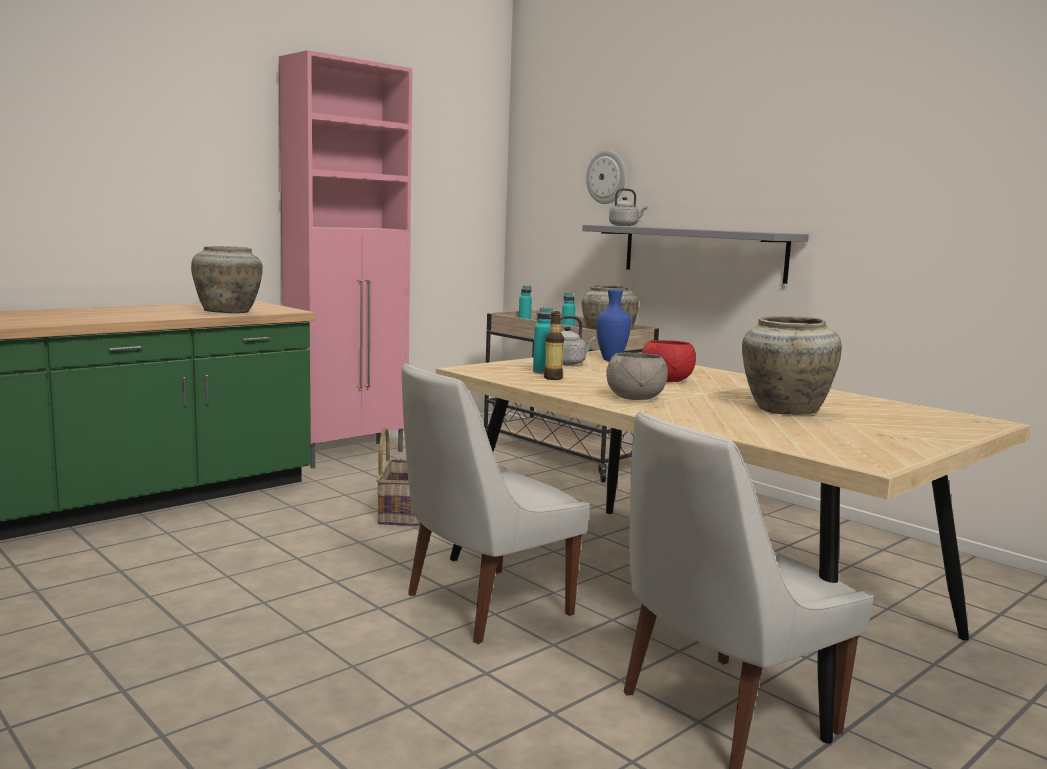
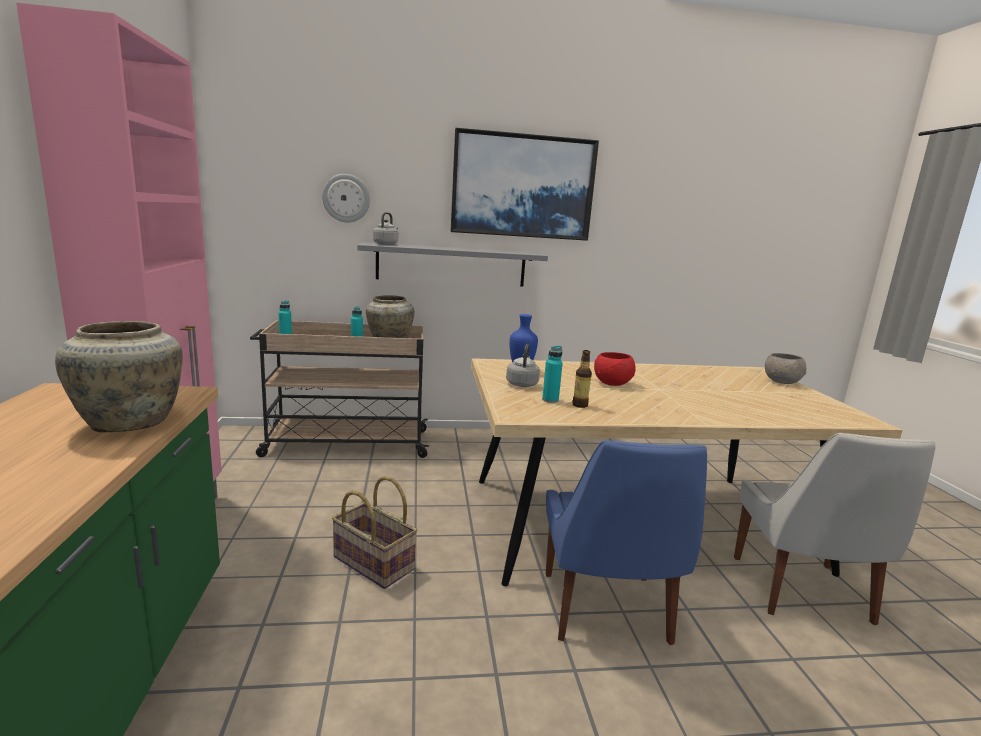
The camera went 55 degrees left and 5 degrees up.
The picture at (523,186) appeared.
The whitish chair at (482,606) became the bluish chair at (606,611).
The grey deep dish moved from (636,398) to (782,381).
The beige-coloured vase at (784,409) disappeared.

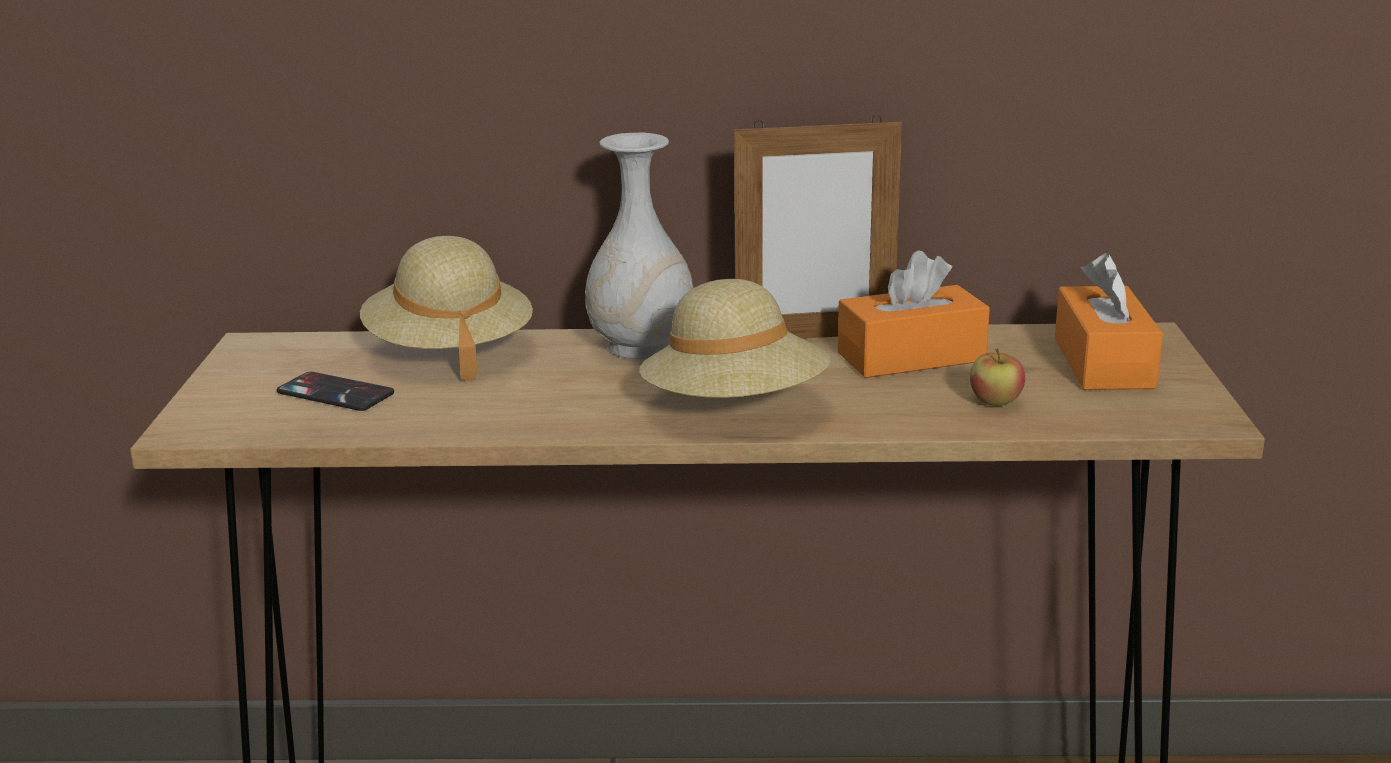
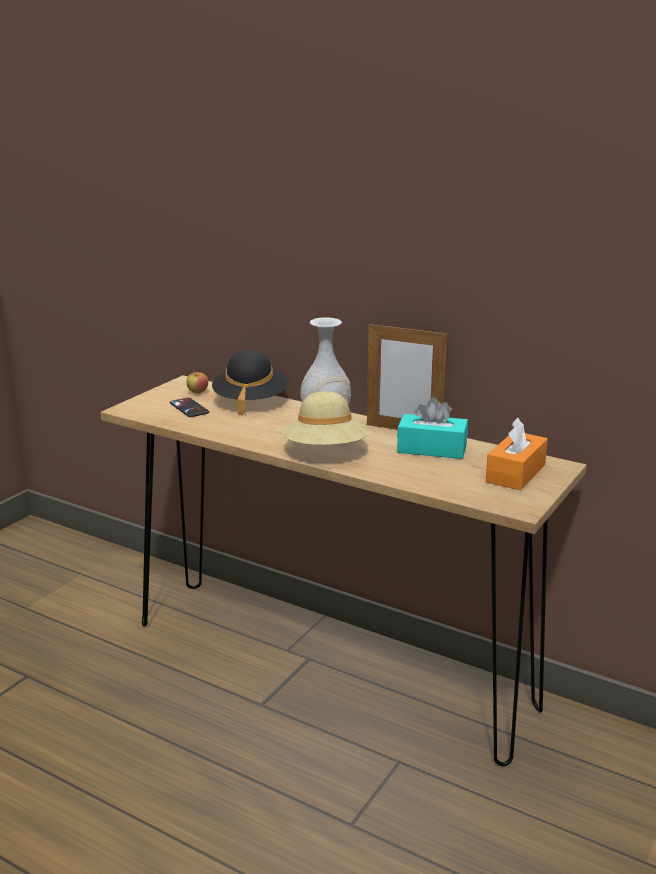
The camera went 30 degrees right and 0 degrees up.
The apple fruit moved from (995,402) to (198,392).
The beige-coloured clothing hat at (449,351) became the blackish clothing hat at (250,401).
The orangey tissue holder at (911,357) became the turquoise-coloured tissue holder at (432,449).

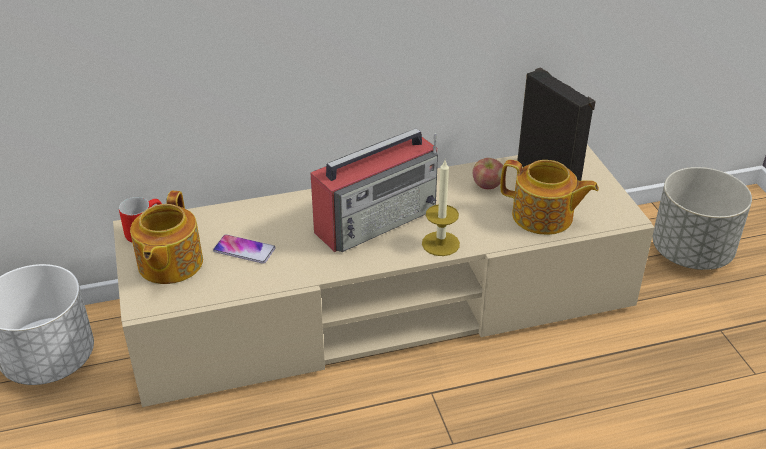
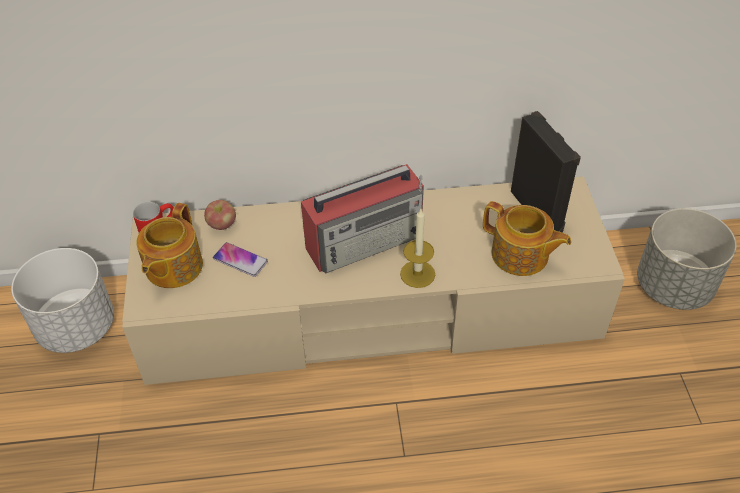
The camera went 10 degrees right and 10 degrees up.
The apple fruit moved from (487,185) to (222,225).

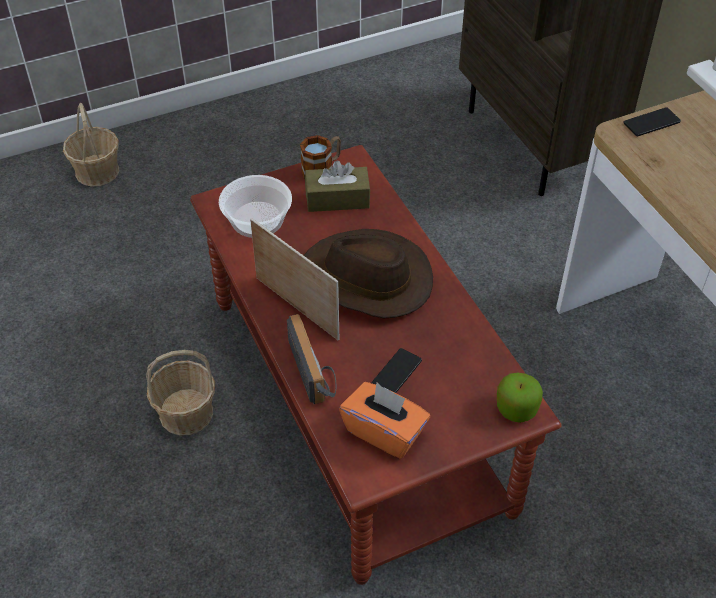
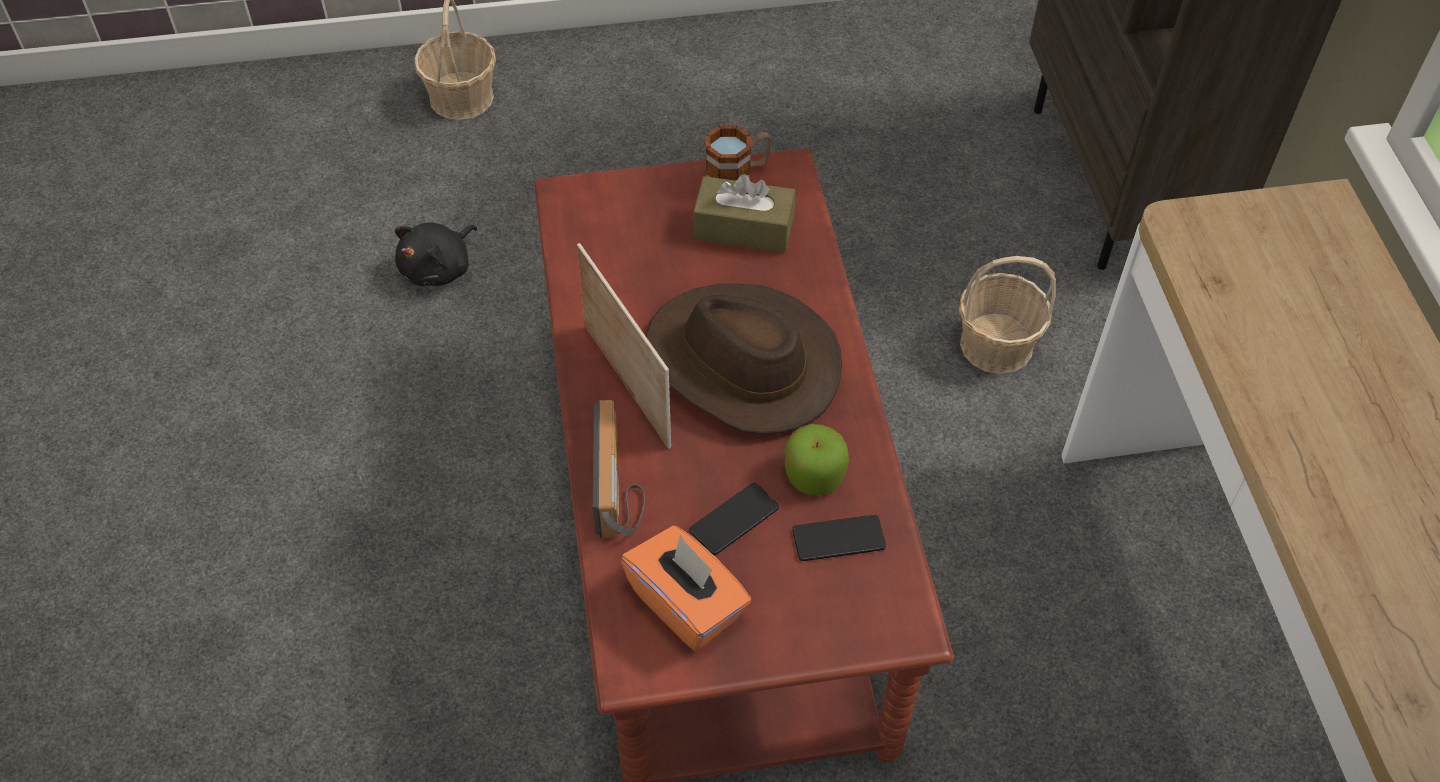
The camera went 15 degrees right and 5 degrees up.
The blackish soft toy at (439,268) appeared.
The apple fruit moved from (516,408) to (814,475).
The phone moved from (651,123) to (838,539).
The household basket moved from (185,412) to (995,344).
The deep dish at (257,219) disappeared.

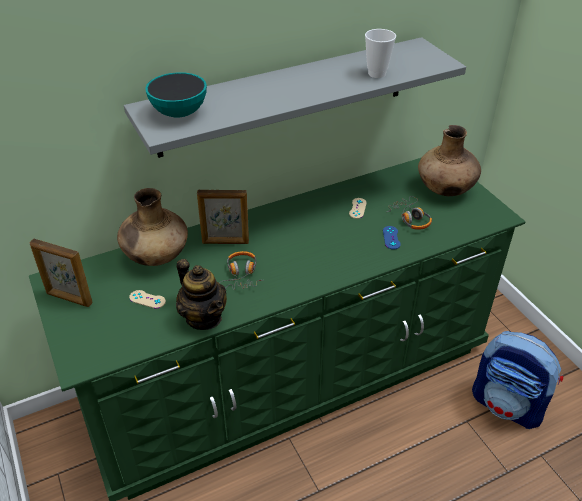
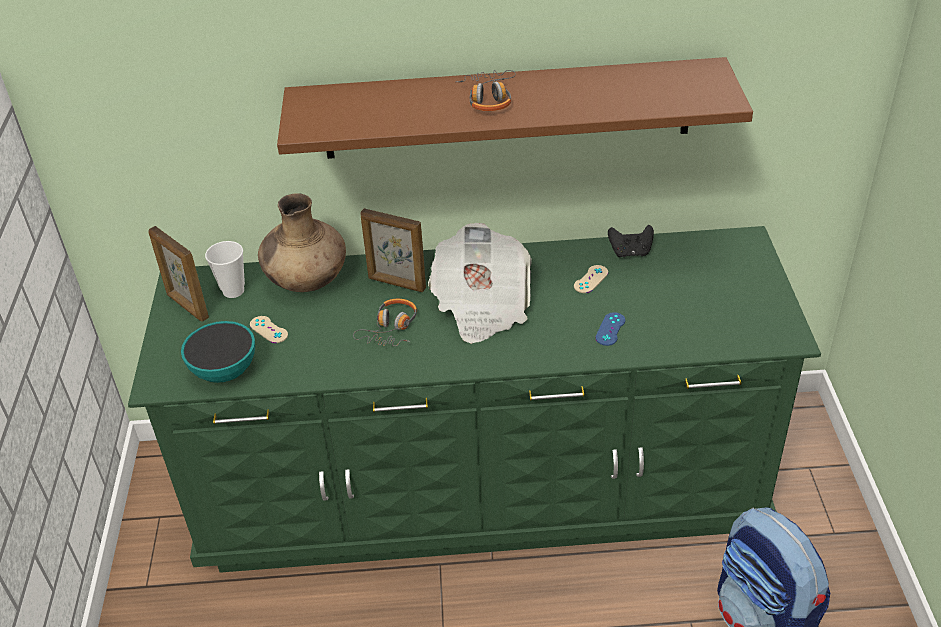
The camera went 25 degrees right and 0 degrees up.
The deep dish moved from (179,113) to (225,371).
The cup moved from (377,74) to (233,291).
The grey shelf at (285,96) became the brownish shelf at (507,109).
The daily paper at (481,306) appeared.
The pair of headphones moved from (410,218) to (489,98).
The blackish joypad at (630,252) appeared.
The teapot at (204,317) disappeared.
The brownish vase at (445,189) disappeared.

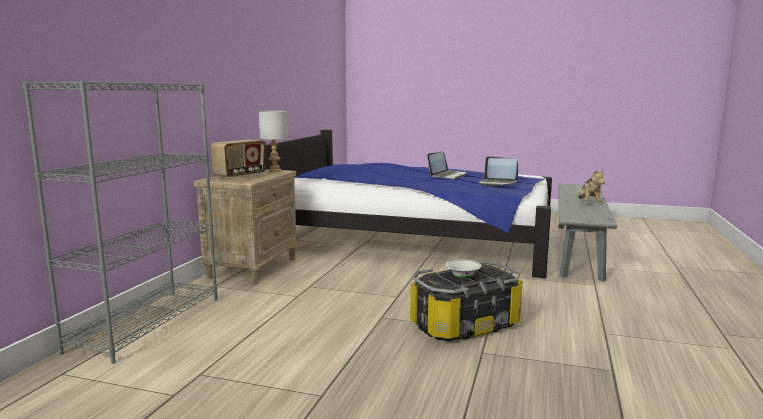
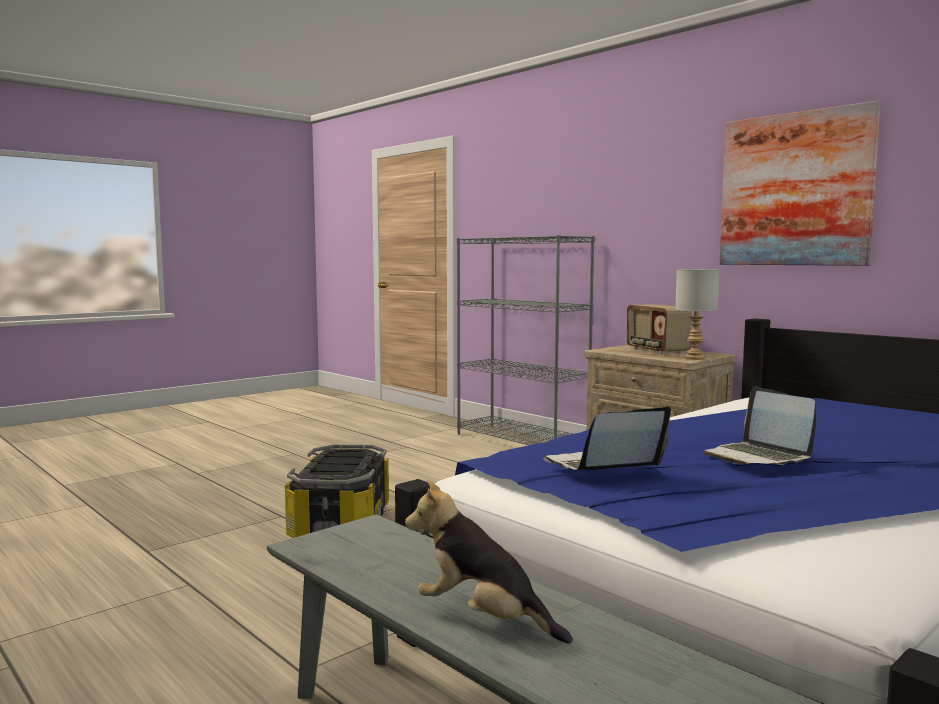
The camera went 120 degrees right and 5 degrees down.
The picture at (795,189) appeared.
The whitish deep dish at (463,278) disappeared.

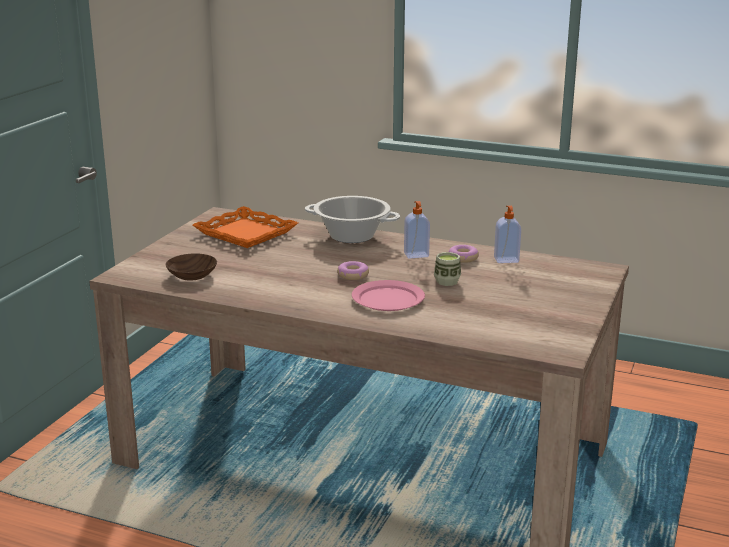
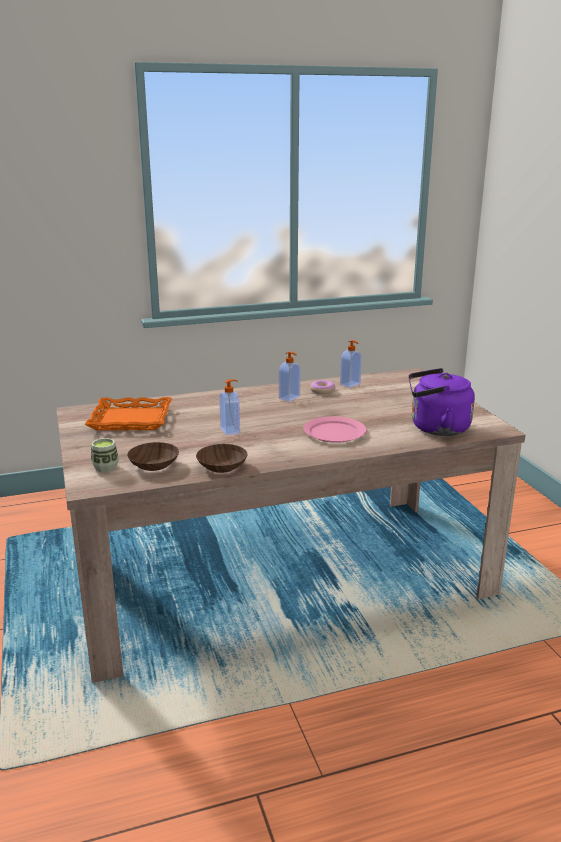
The camera went 40 degrees left and 0 degrees up.
The cup moved from (447,281) to (105,467).
The brownish deep dish at (221,466) appeared.
The liquid soap bottle at (231,430) appeared.
The purple water kettle at (436,428) appeared.
The stockpot at (352,236) disappeared.
The donut at (353,275) disappeared.

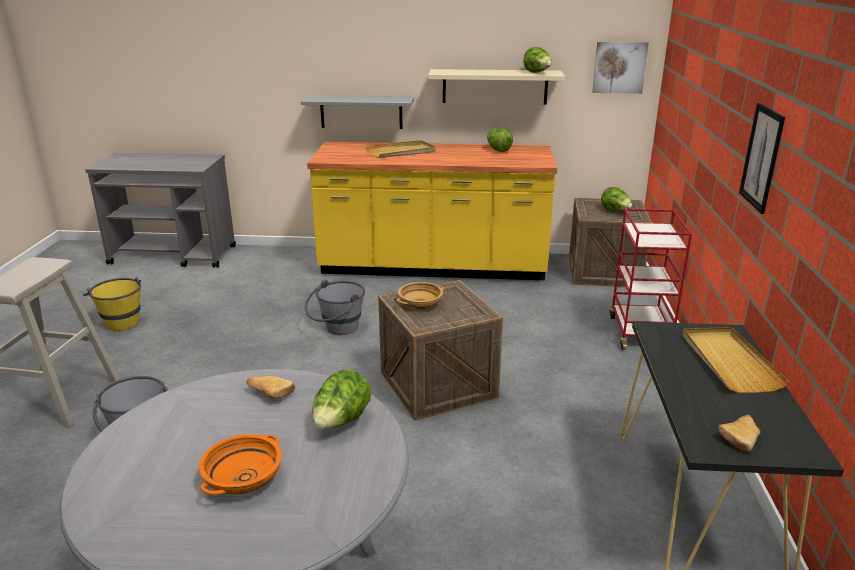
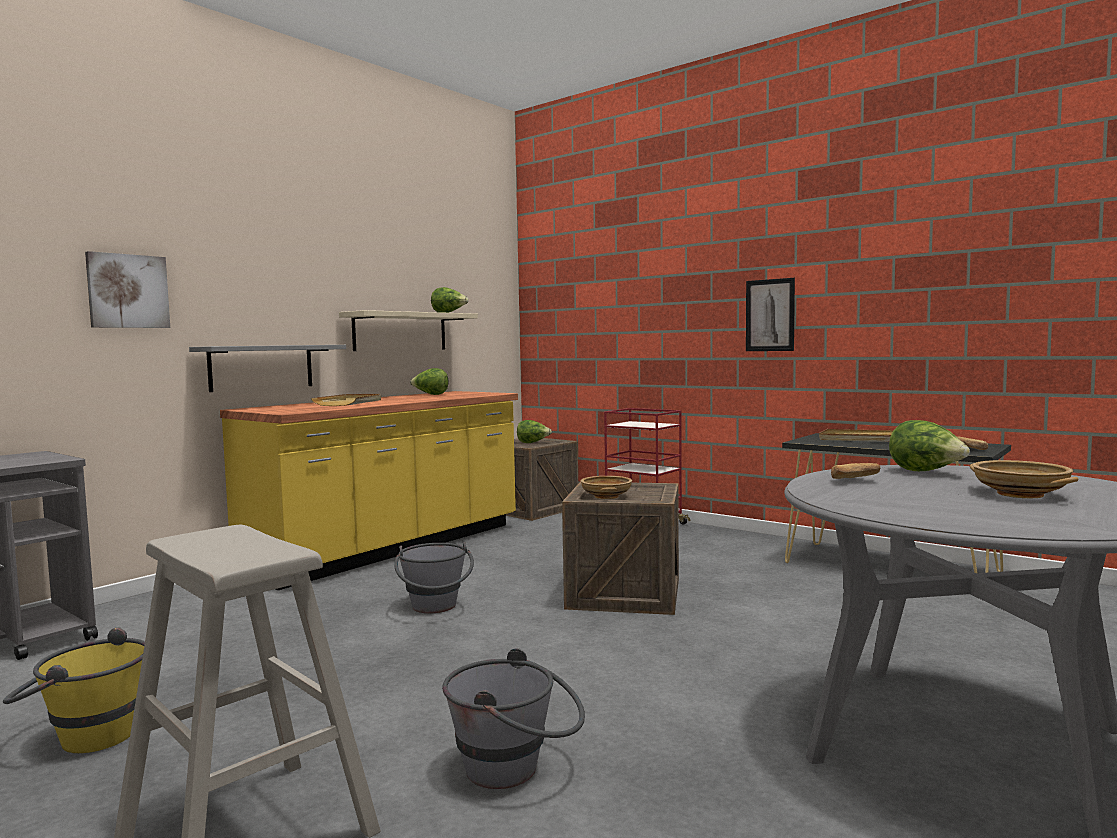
The camera went 55 degrees left and 20 degrees down.
The picture moved from (619,67) to (128,291).
The orangey deep dish at (243,479) became the beige-coloured deep dish at (1019,494).

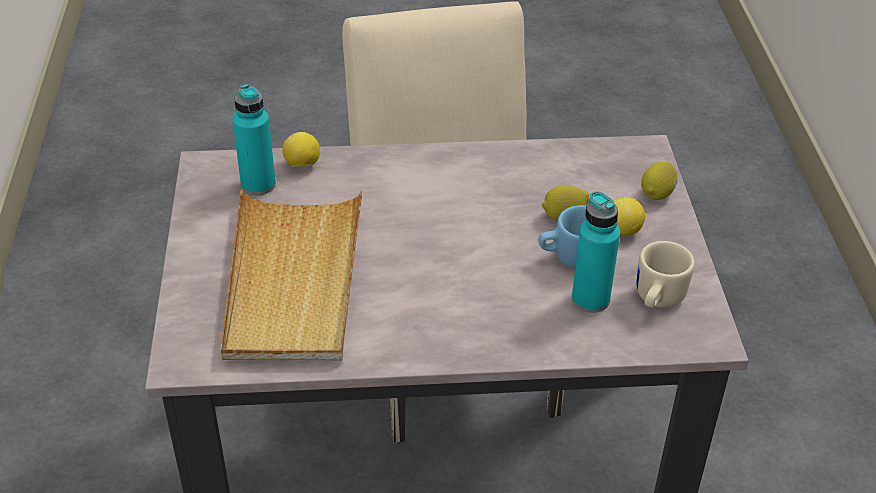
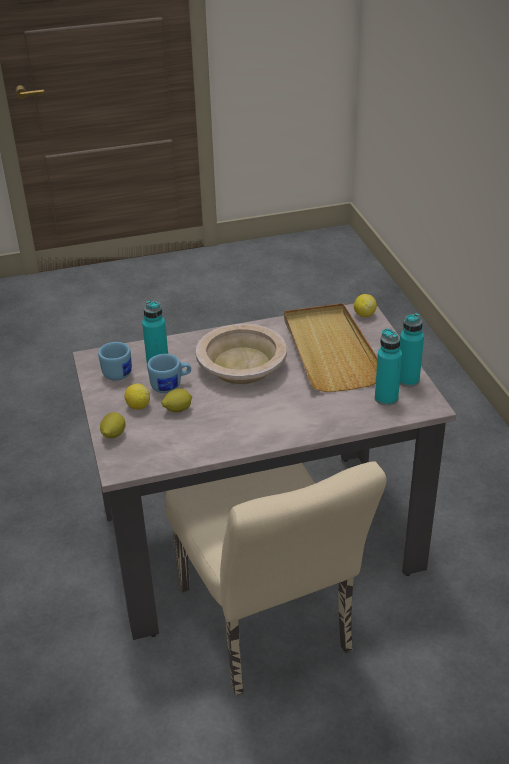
The camera went 170 degrees right and 5 degrees down.
The beige-coloured coffee mug at (656,300) became the bluish coffee mug at (120,371).
The beige-coloured deep dish at (241,366) appeared.
The citrus fruit moved from (302,165) to (364,314).
The turquoise-coloured bottle at (407,380) appeared.

